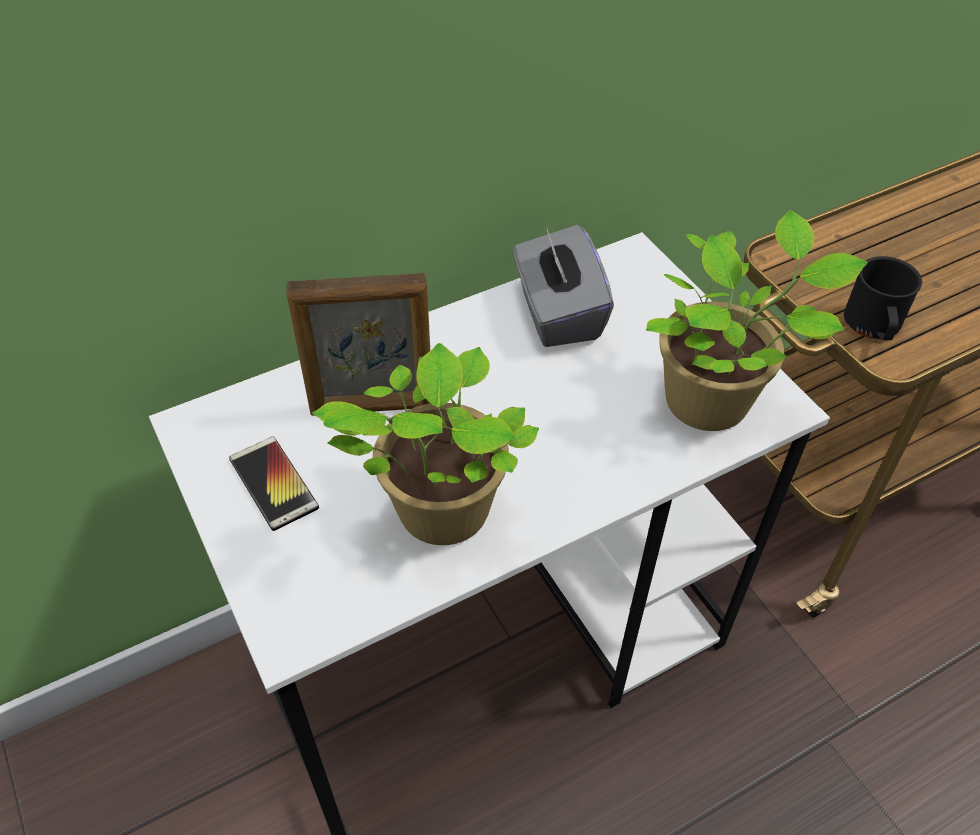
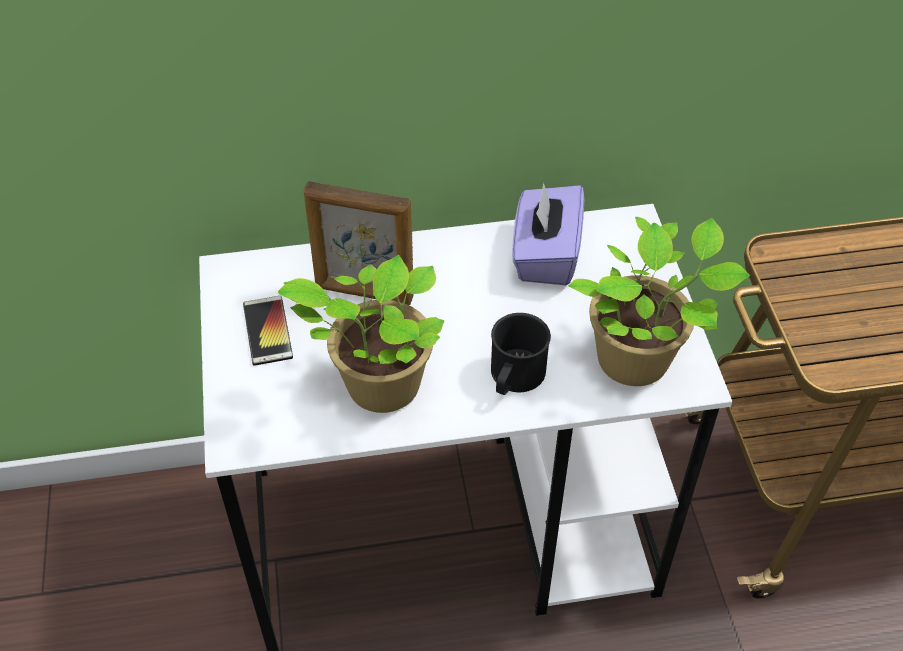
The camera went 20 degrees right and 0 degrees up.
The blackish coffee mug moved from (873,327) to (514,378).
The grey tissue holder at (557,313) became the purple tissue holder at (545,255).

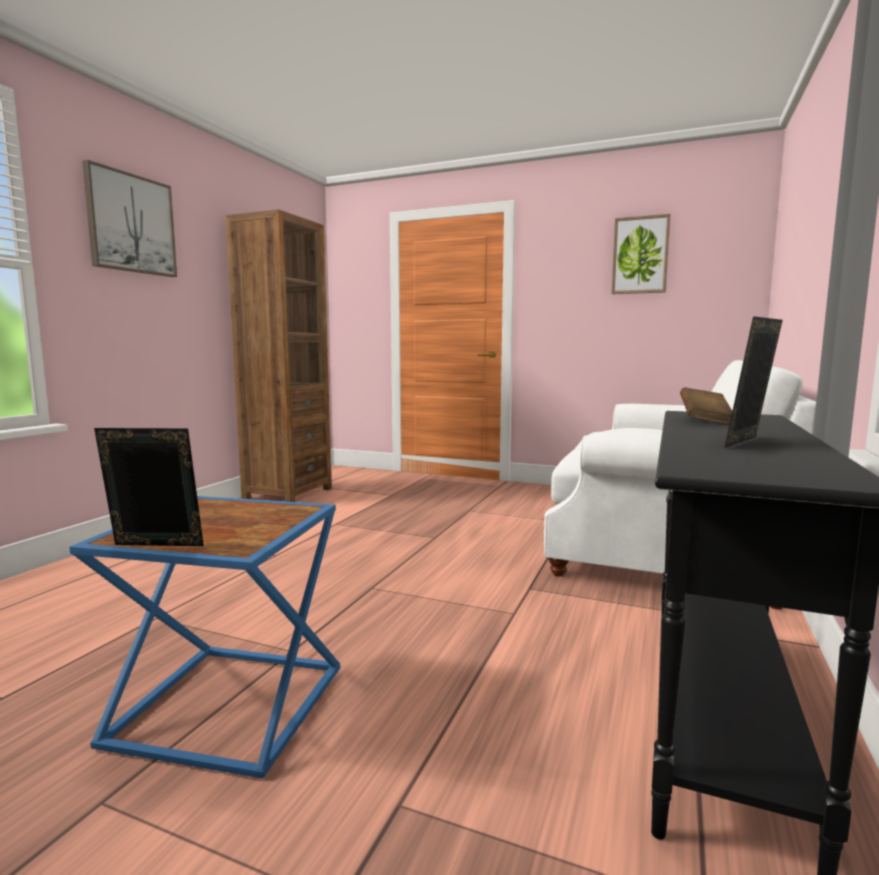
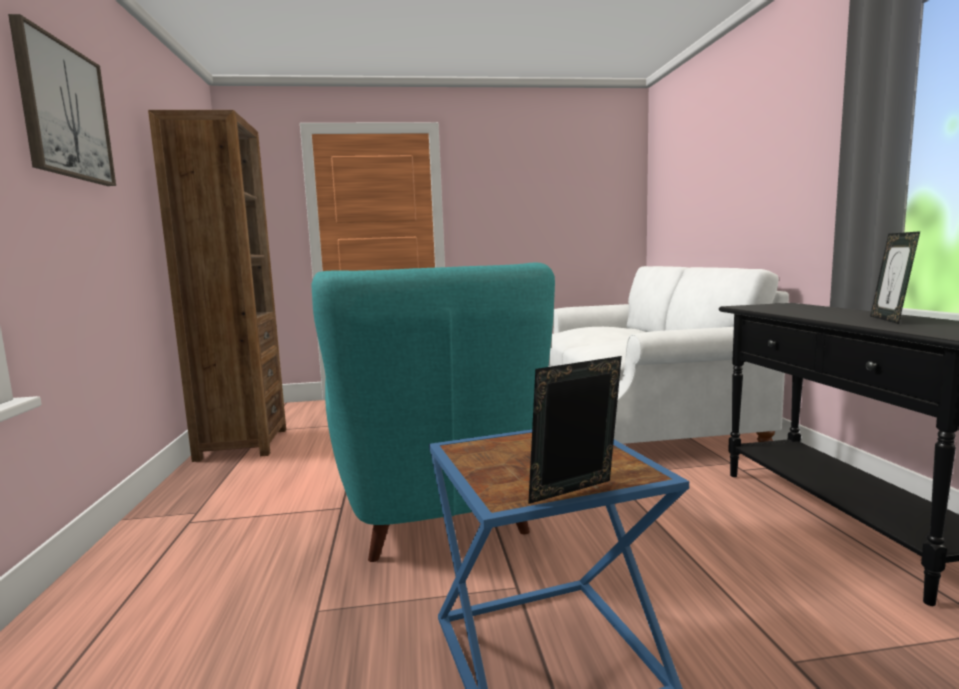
The camera went 30 degrees left and 0 degrees up.
The turquoise-coloured armchair at (436,511) appeared.
The picture at (640,255) disappeared.
The brownish bound book at (704,420) disappeared.

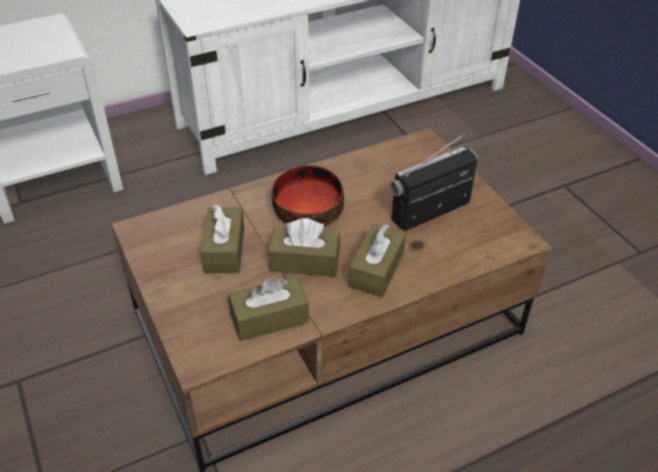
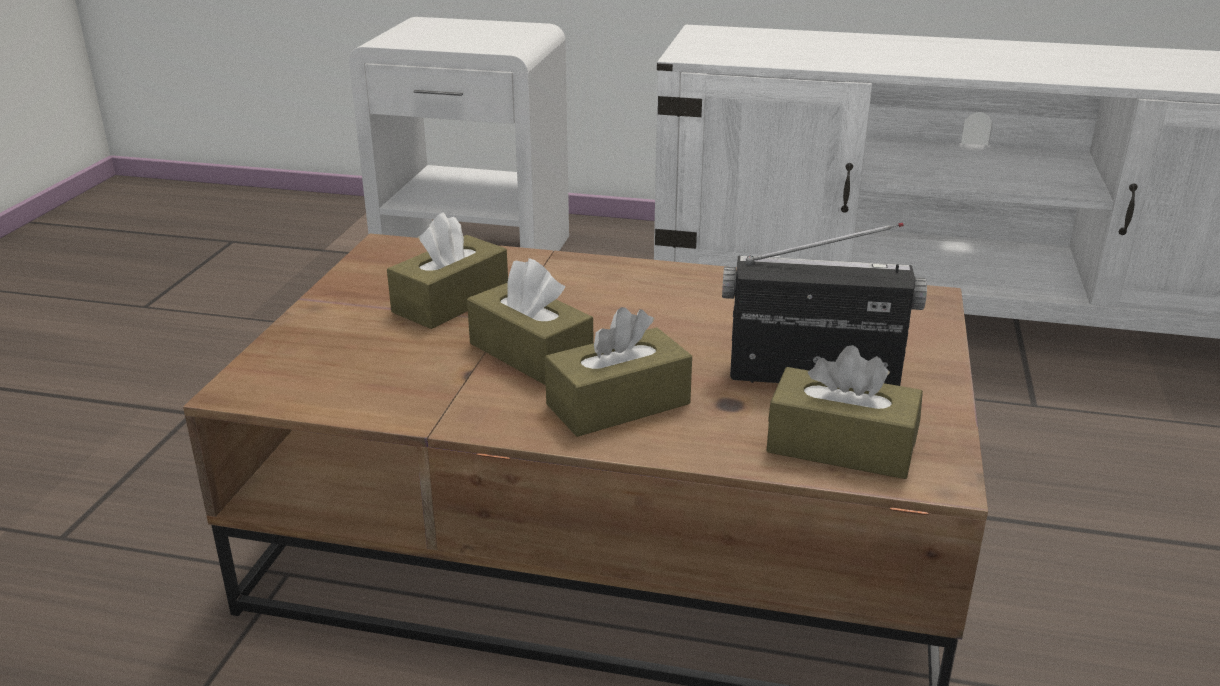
The camera went 40 degrees right and 15 degrees down.
The brownish tissue holder moved from (269,318) to (841,446).
The deep dish at (307,210) disappeared.

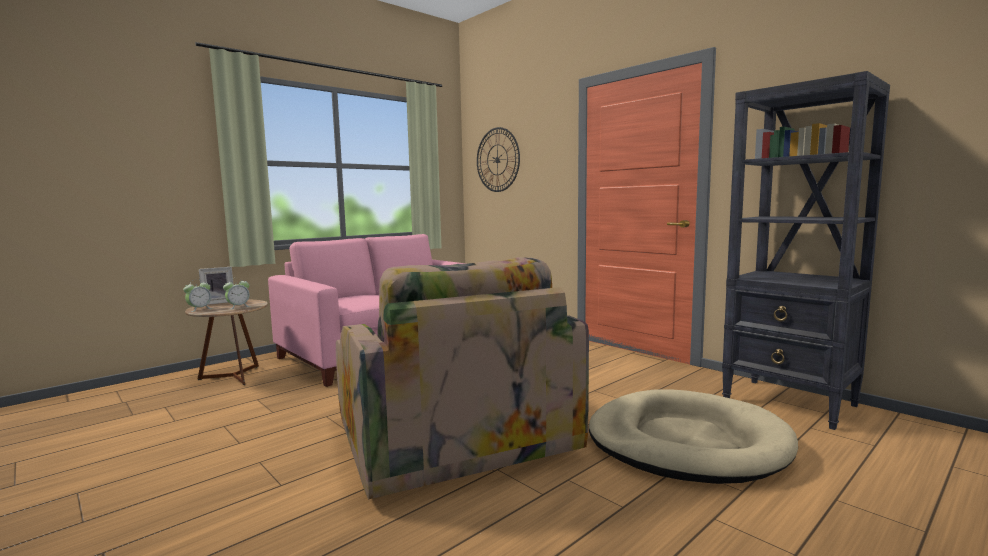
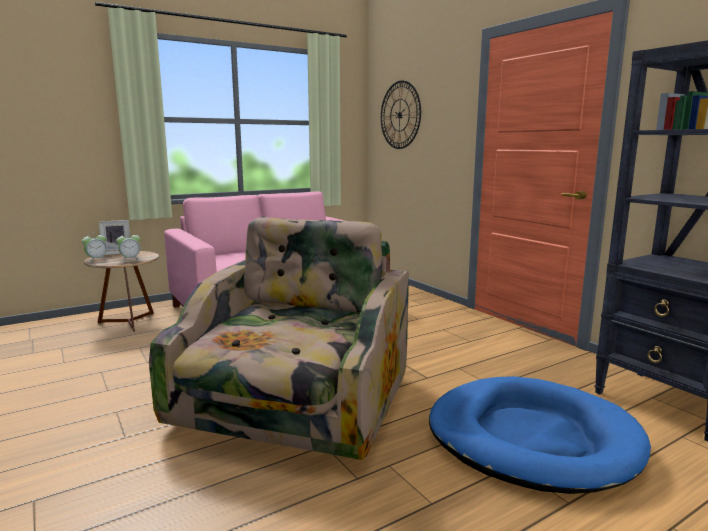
The camera went 10 degrees right and 5 degrees up.
The armchair at (450,437) turned 150 degrees counterclockwise.
The beige-coloured pet bed at (686,442) became the bluish pet bed at (531,438).

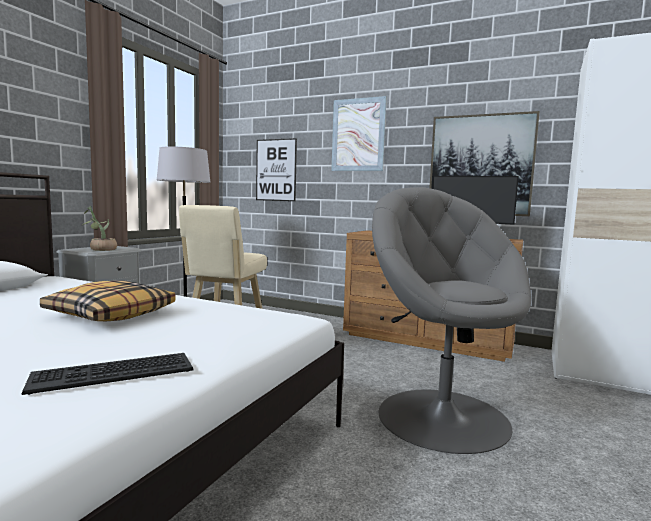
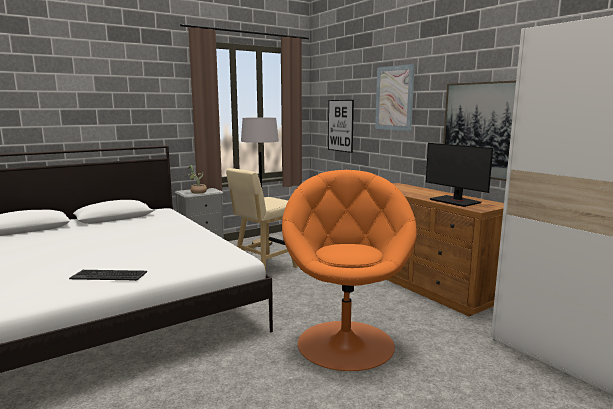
The camera went 30 degrees right and 5 degrees up.
The grey armchair at (441,416) became the orangey armchair at (346,342).
The pillow at (111,314) disappeared.

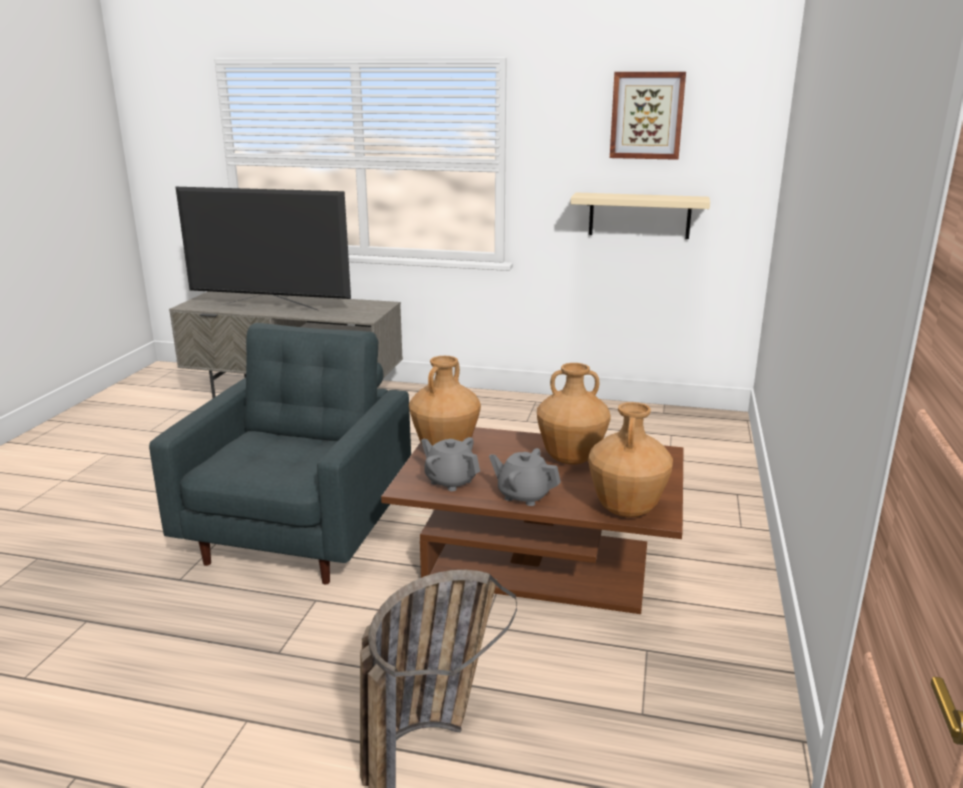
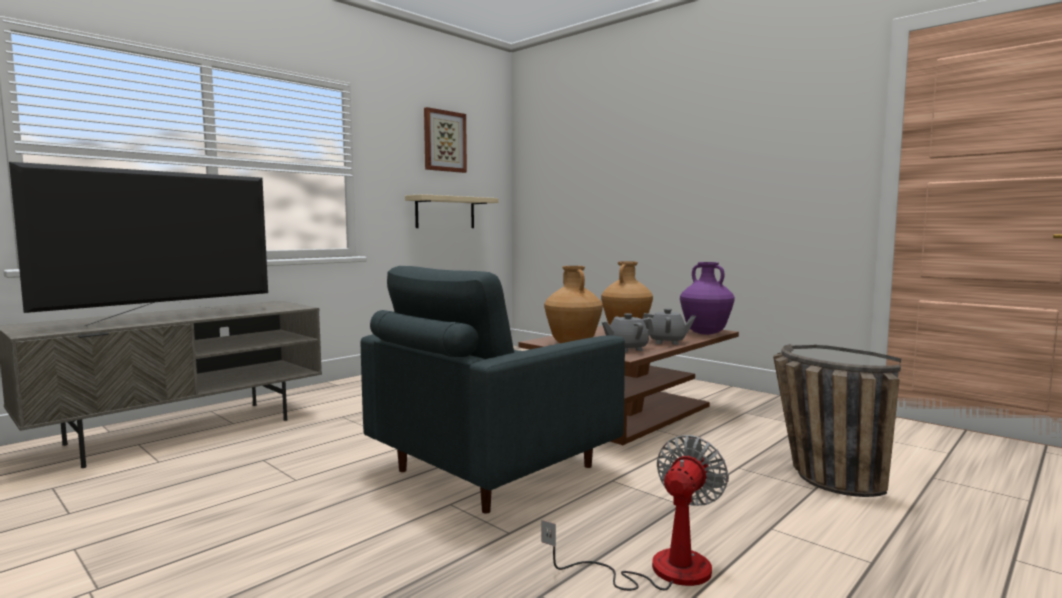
The camera went 60 degrees left and 15 degrees down.
The grey armchair at (301,533) turned 90 degrees counterclockwise.
The cooling fan at (659,570) appeared.
The grey teapot at (524,495) turned 135 degrees counterclockwise.
The brownish vase at (626,509) became the purple vase at (705,333).

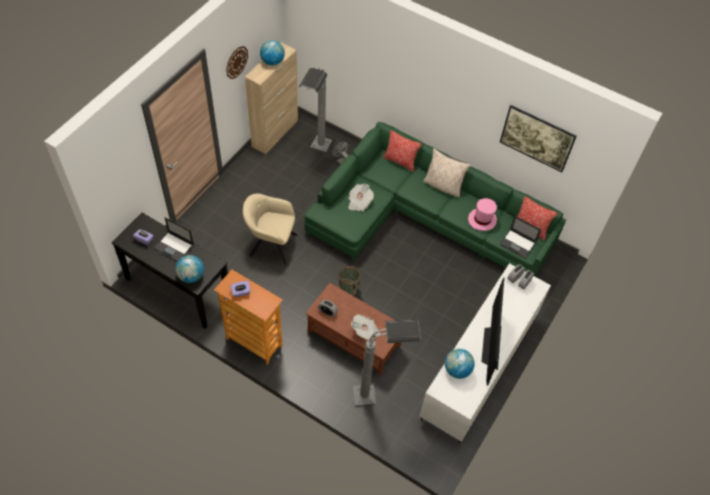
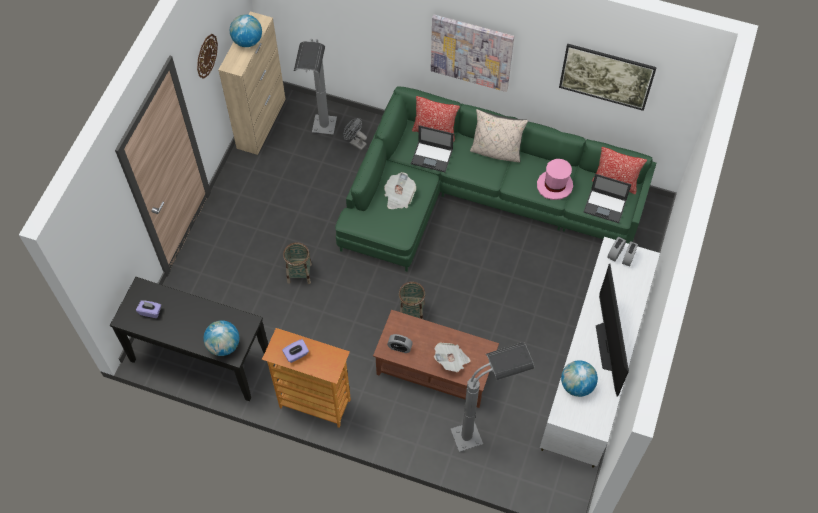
The camera went 10 degrees left and 5 degrees up.
The beige-coloured armchair at (271,244) was replaced by the household basket at (299,273).
The laptop moved from (174,247) to (432,157).
The picture at (471,52) appeared.

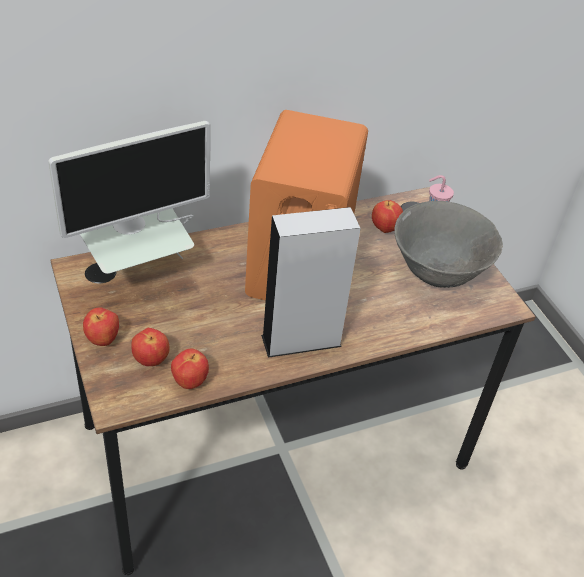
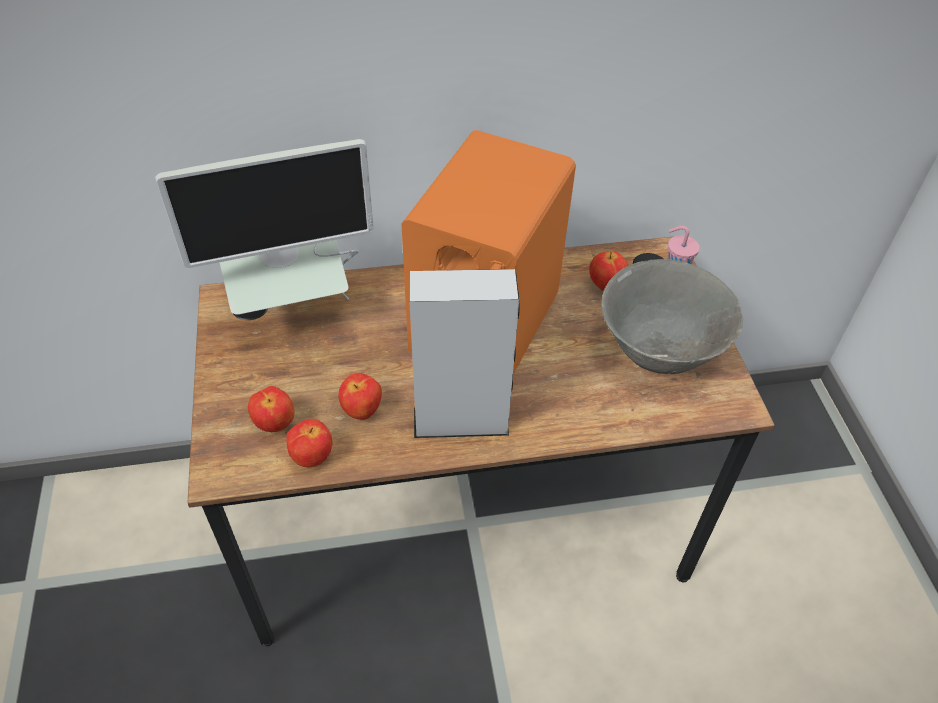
The camera went 15 degrees right and 5 degrees up.
The apple fruit moved from (103,340) to (362,411).

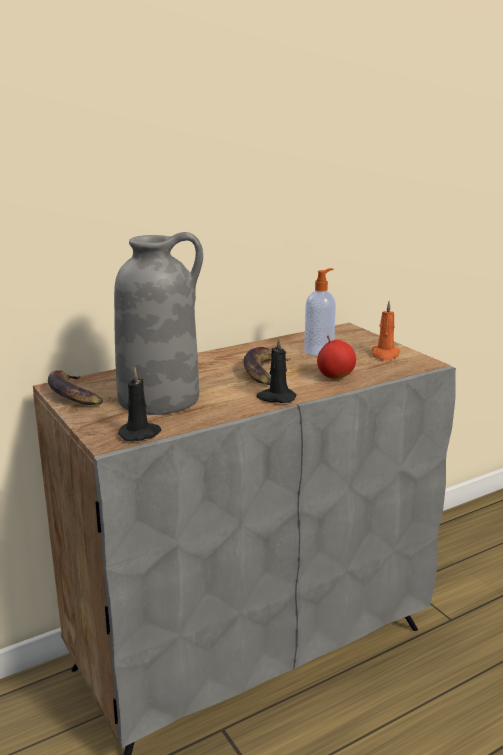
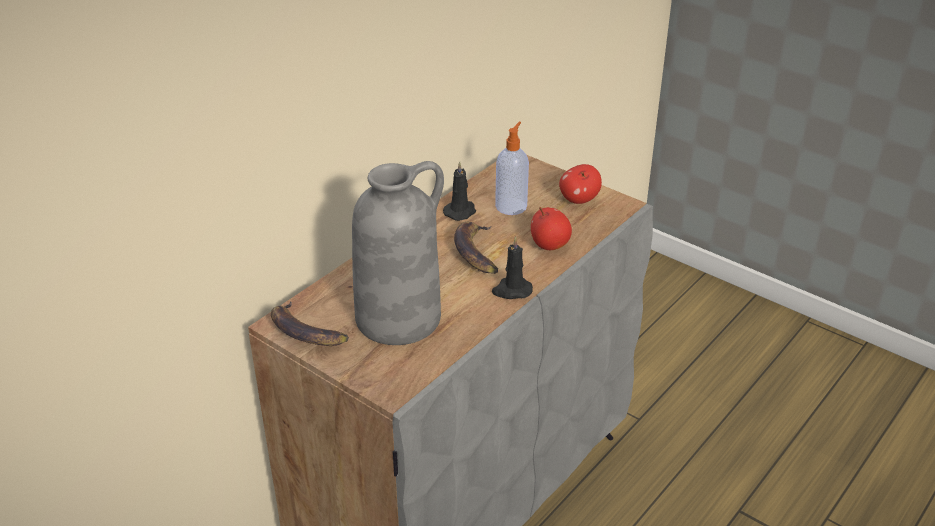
The camera went 20 degrees left and 15 degrees up.
The blackish candle moved from (140,434) to (460,211).
The orangey candle at (385,355) was replaced by the apple fruit at (578,200).

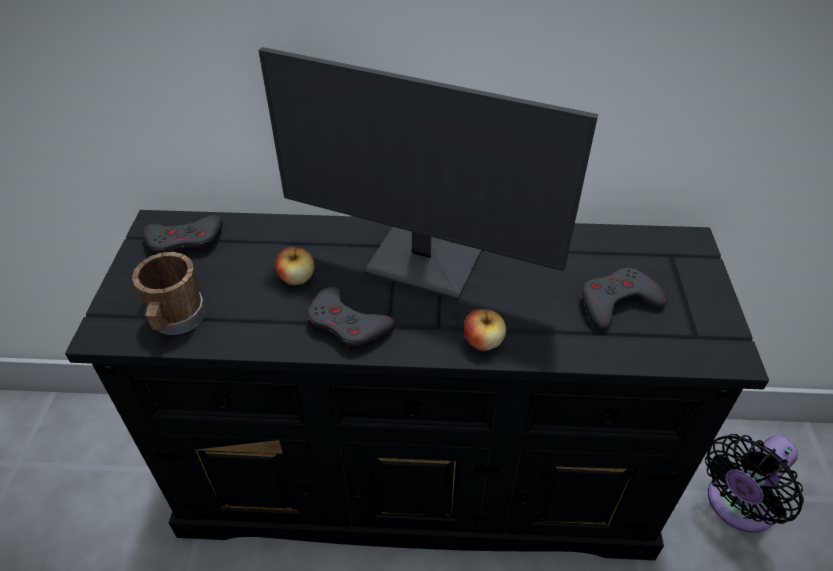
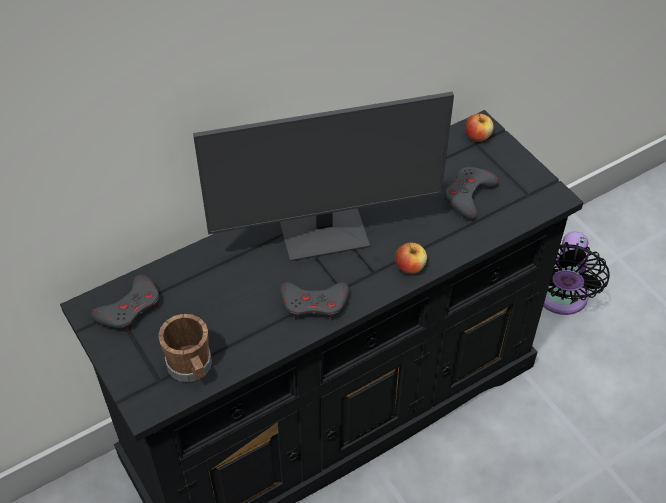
The camera went 35 degrees left and 5 degrees up.
The apple fruit moved from (297,278) to (477,137).

